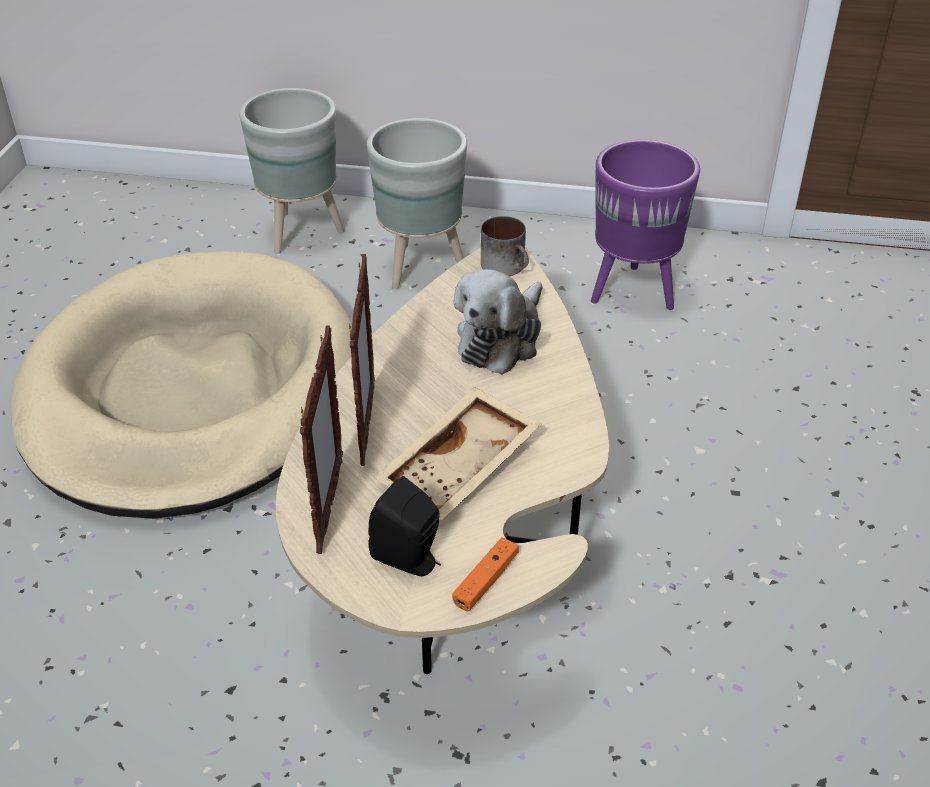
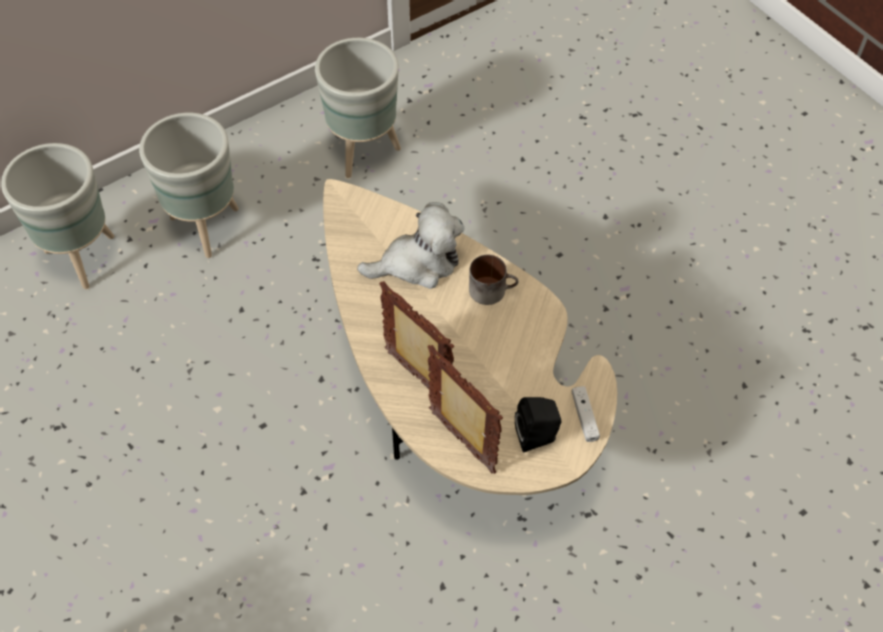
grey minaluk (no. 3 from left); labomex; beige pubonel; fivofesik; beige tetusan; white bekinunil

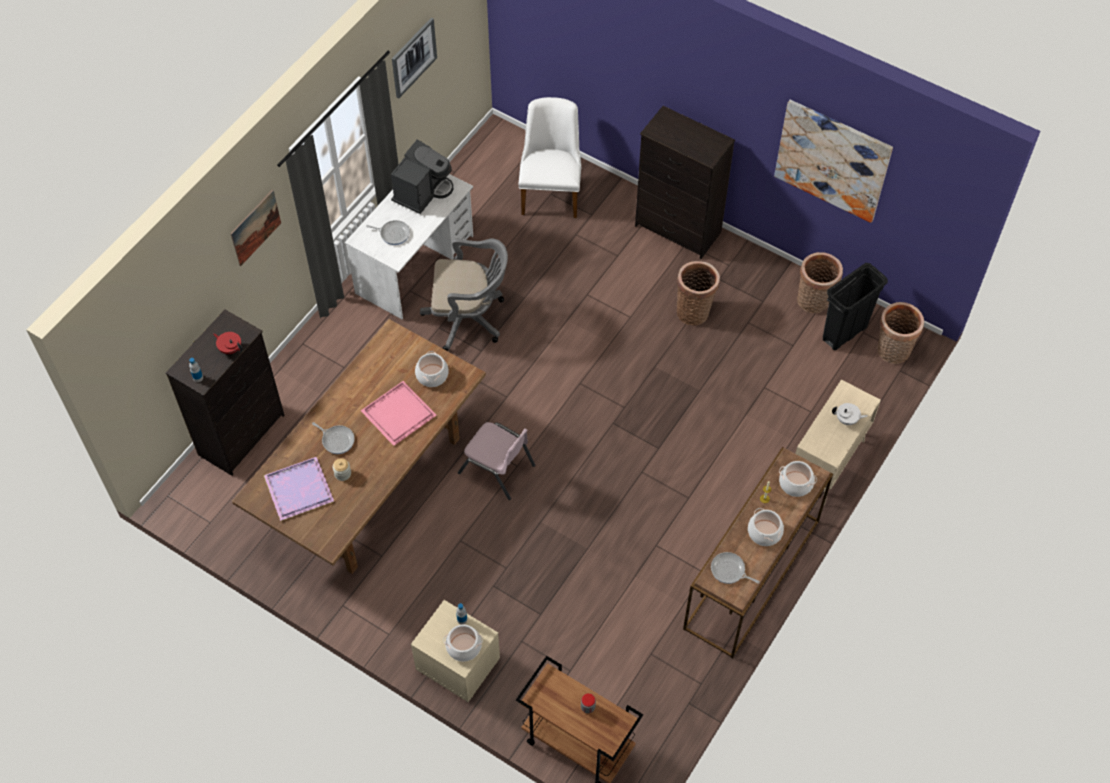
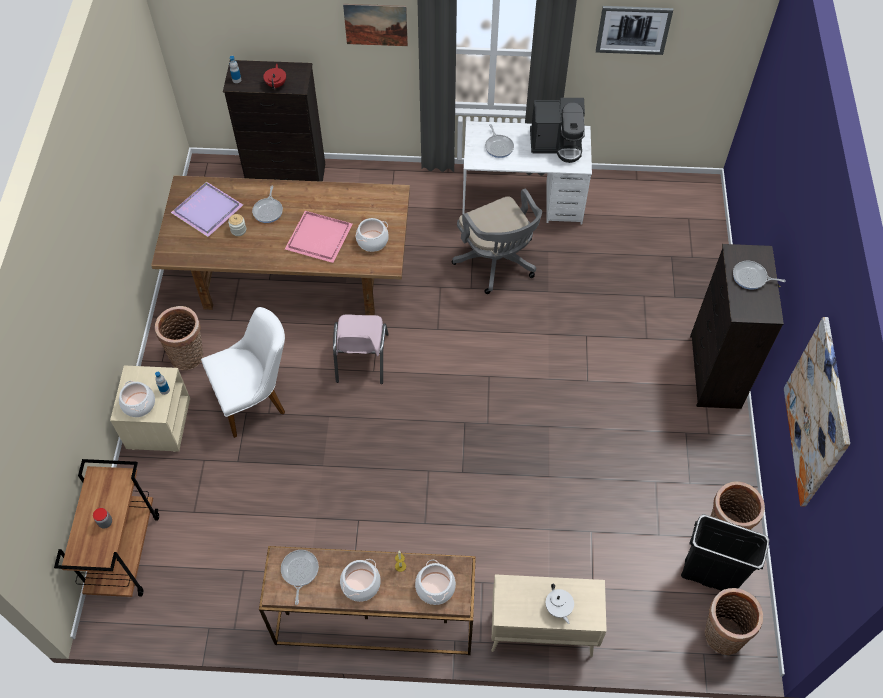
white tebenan; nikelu (no. 1 from left); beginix (no. 4 from left)

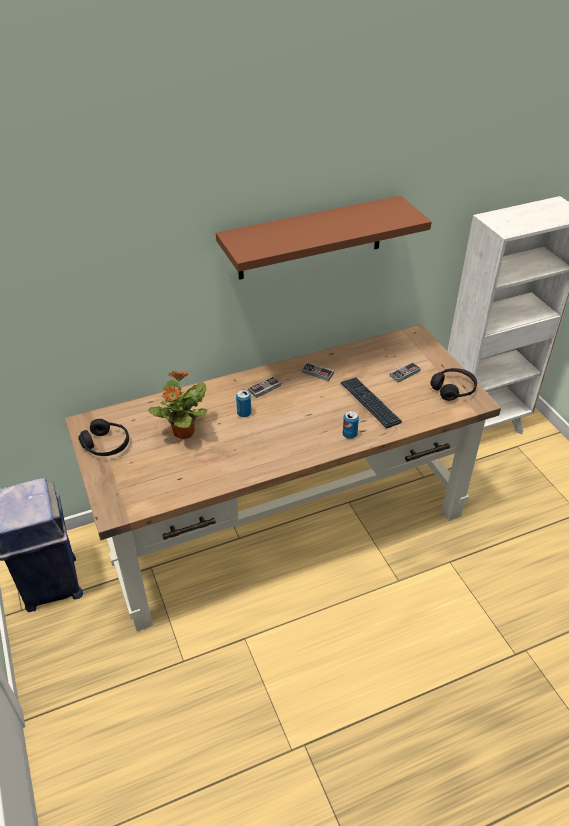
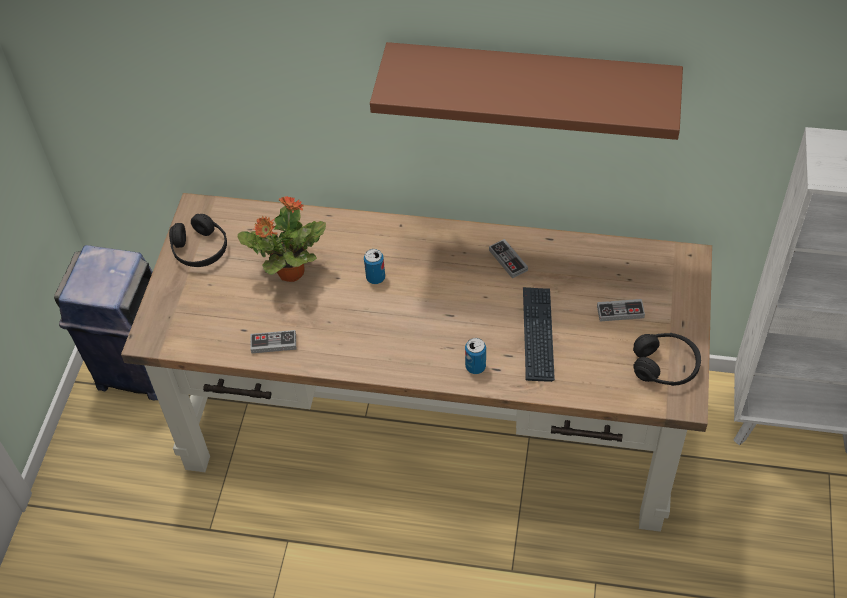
bekinunil (no. 1 from left)

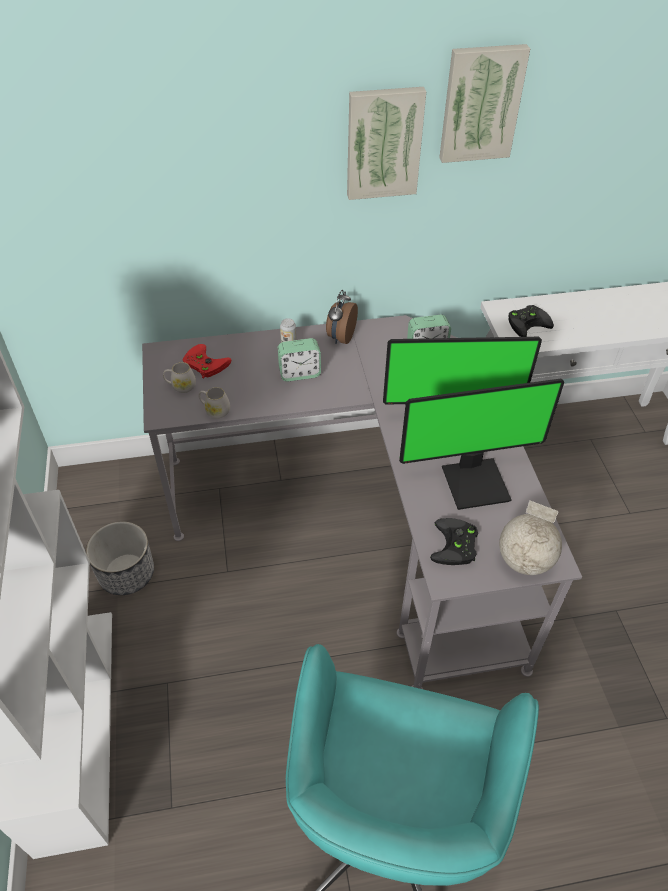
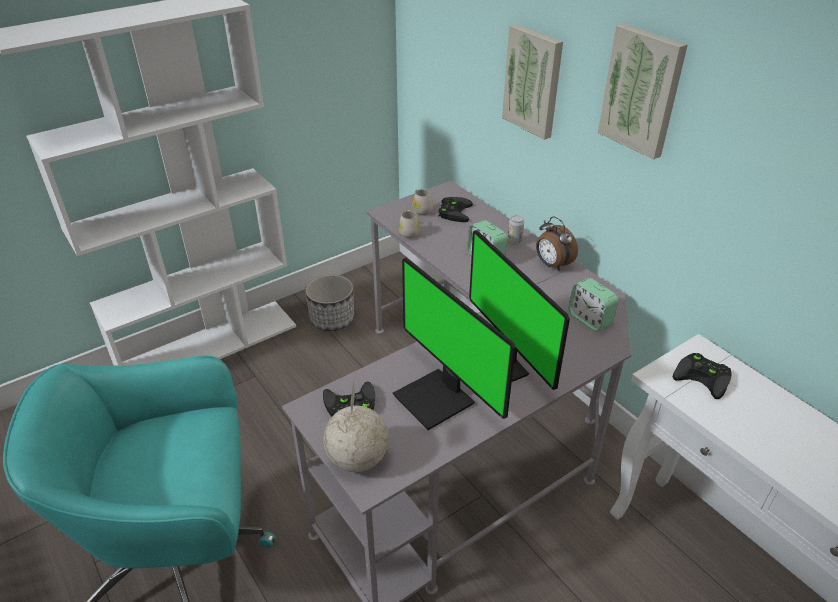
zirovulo (no. 1 from left); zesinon (no. 2 from left); black bekinunil (no. 2 from left)

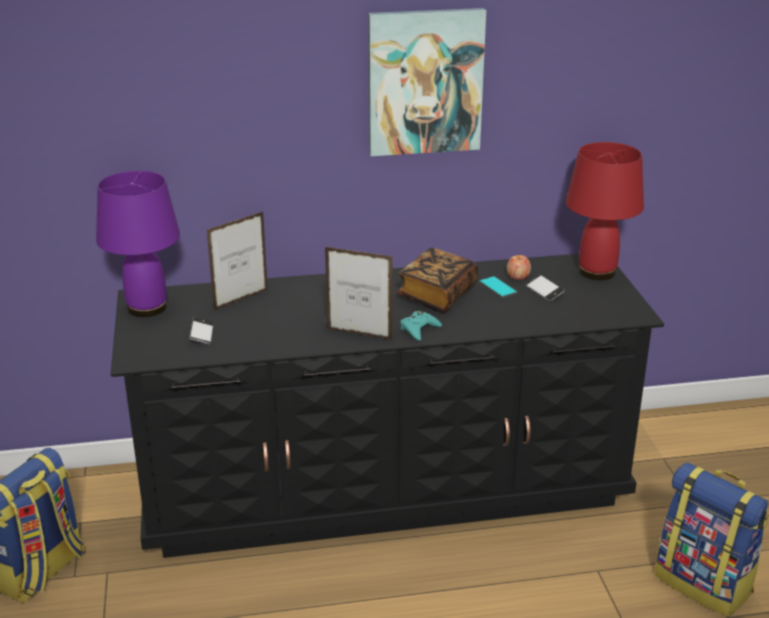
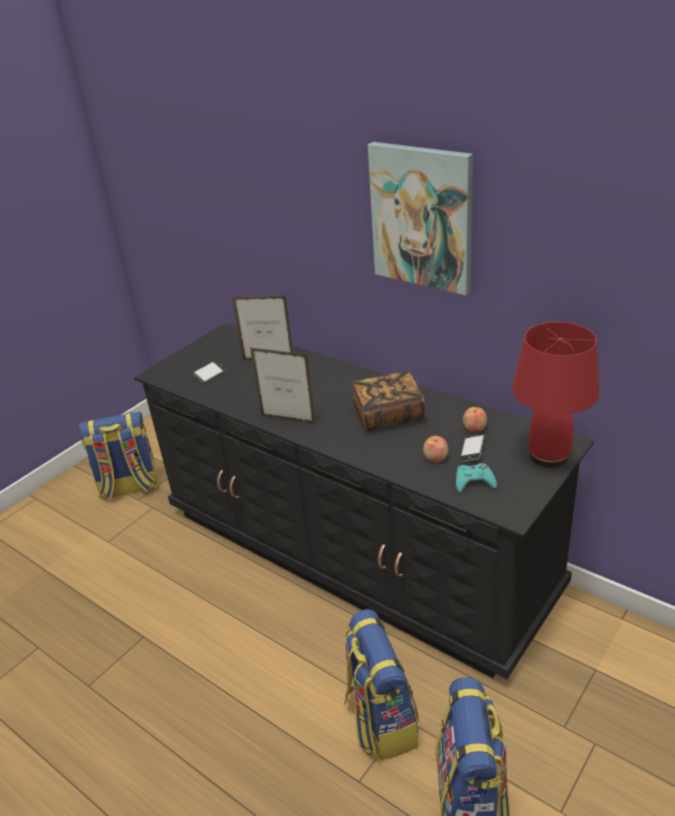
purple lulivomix; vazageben (no. 2 from left); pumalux (no. 2 from left in the first image); turquoise bekinunil; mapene (no. 1 from left); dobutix (no. 2 from left)

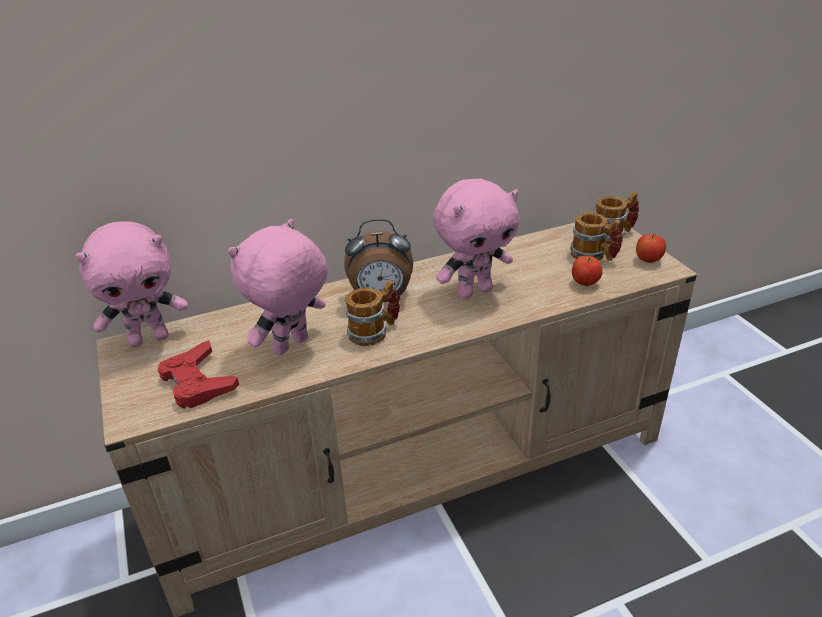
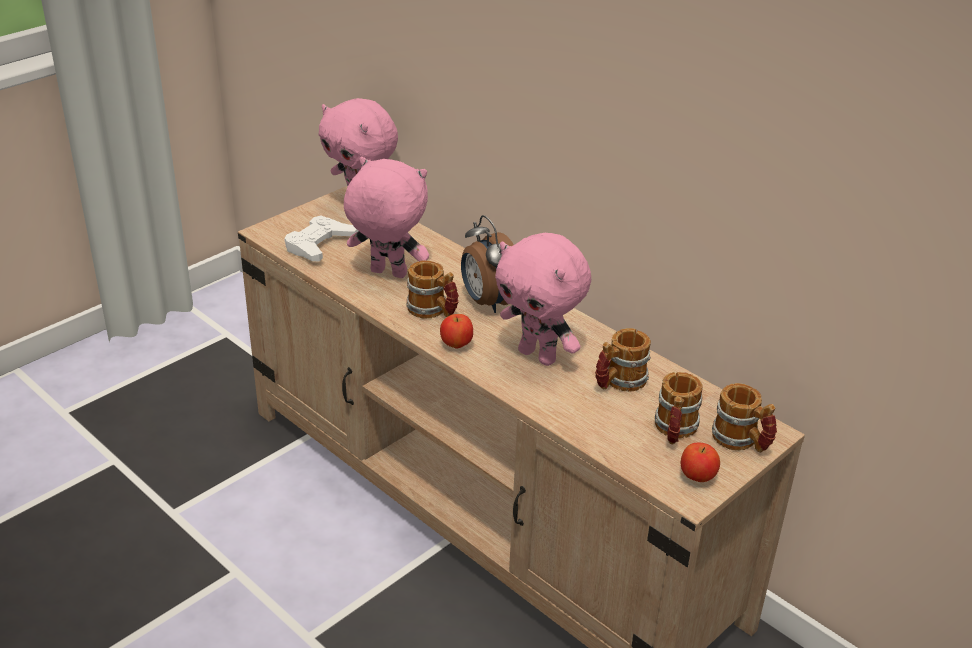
mapene (no. 1 from left); white bekinunil; labomex (no. 2 from left)

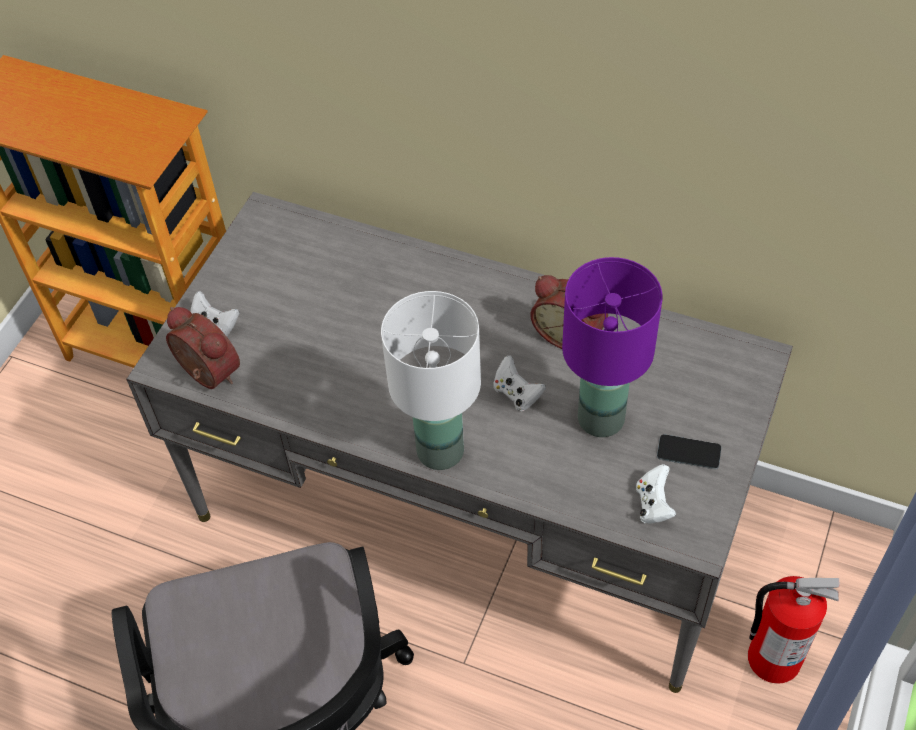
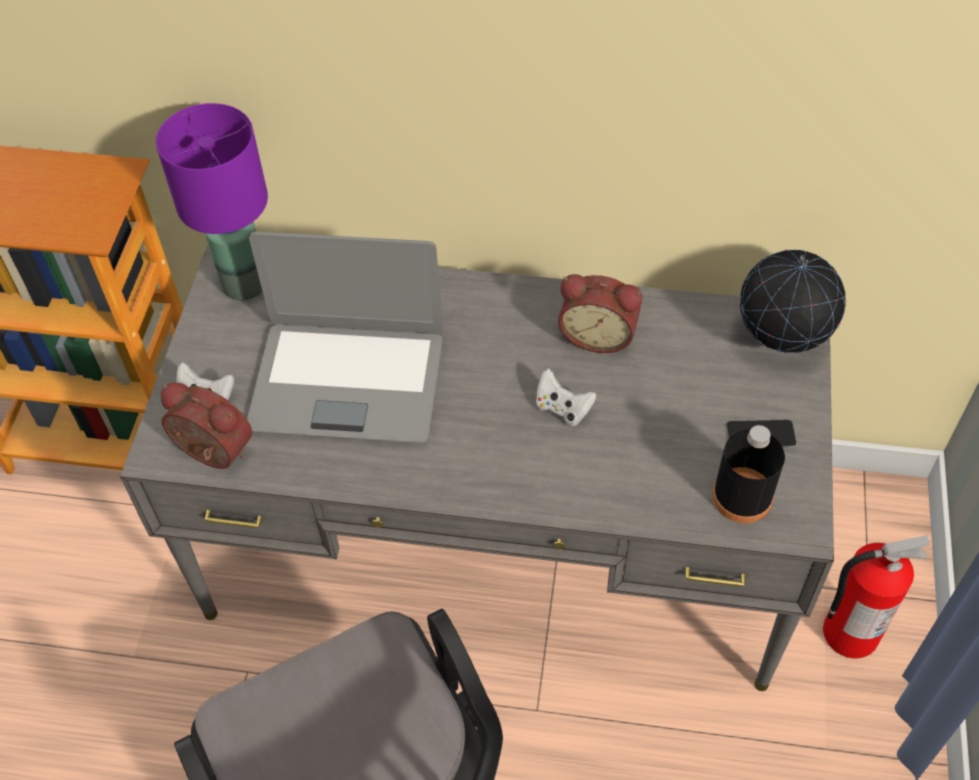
purple lulivomix; white lulivomix; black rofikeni; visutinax; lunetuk

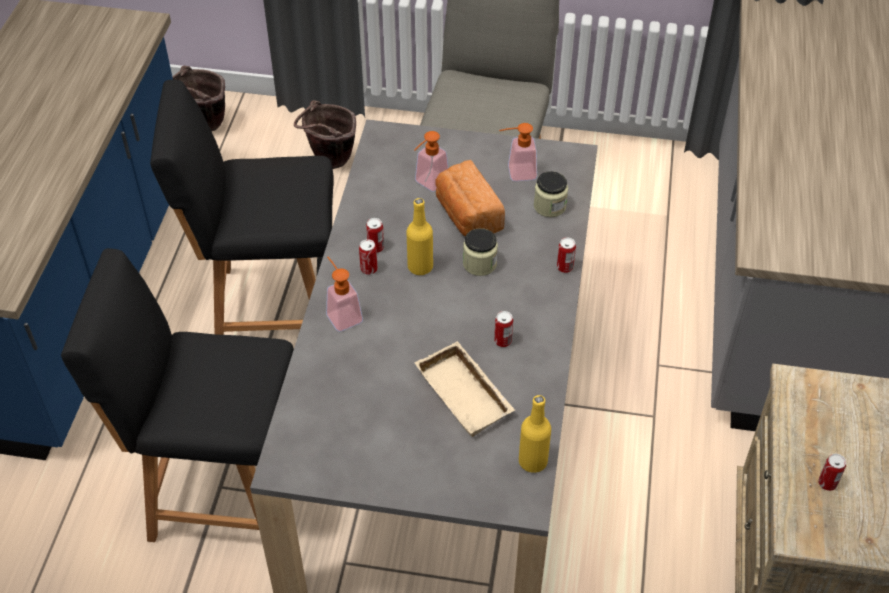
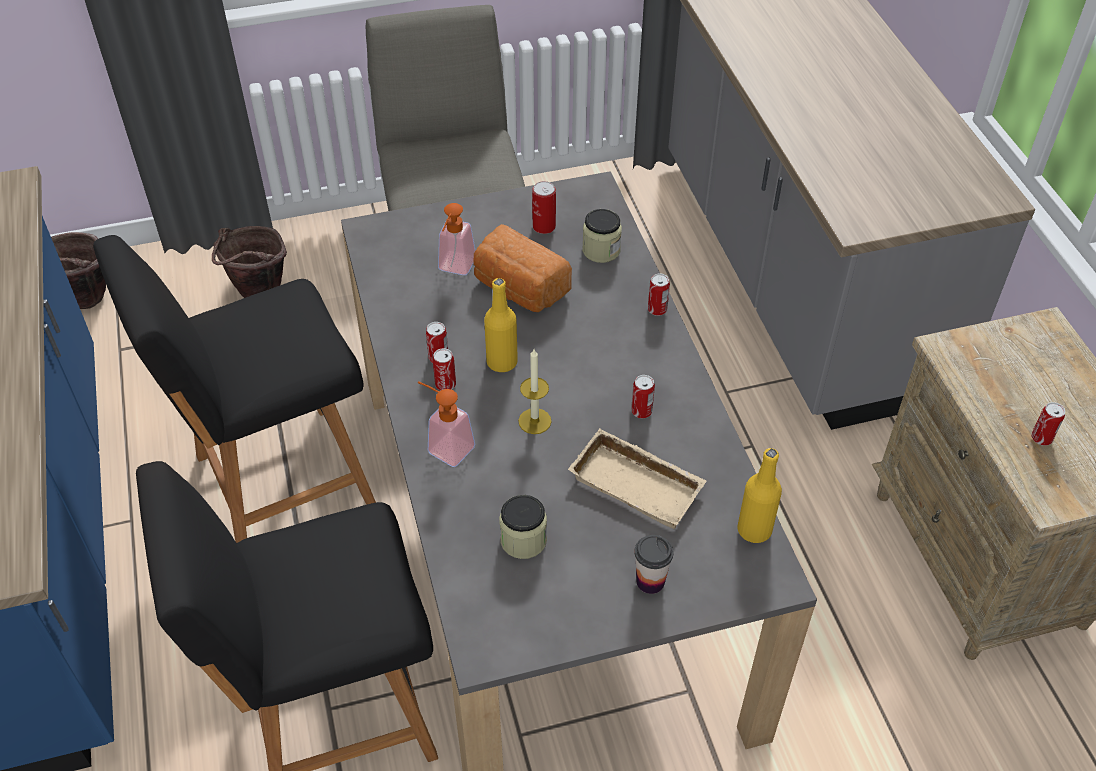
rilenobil (no. 3 from left); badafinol (no. 1 from left); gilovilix; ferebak

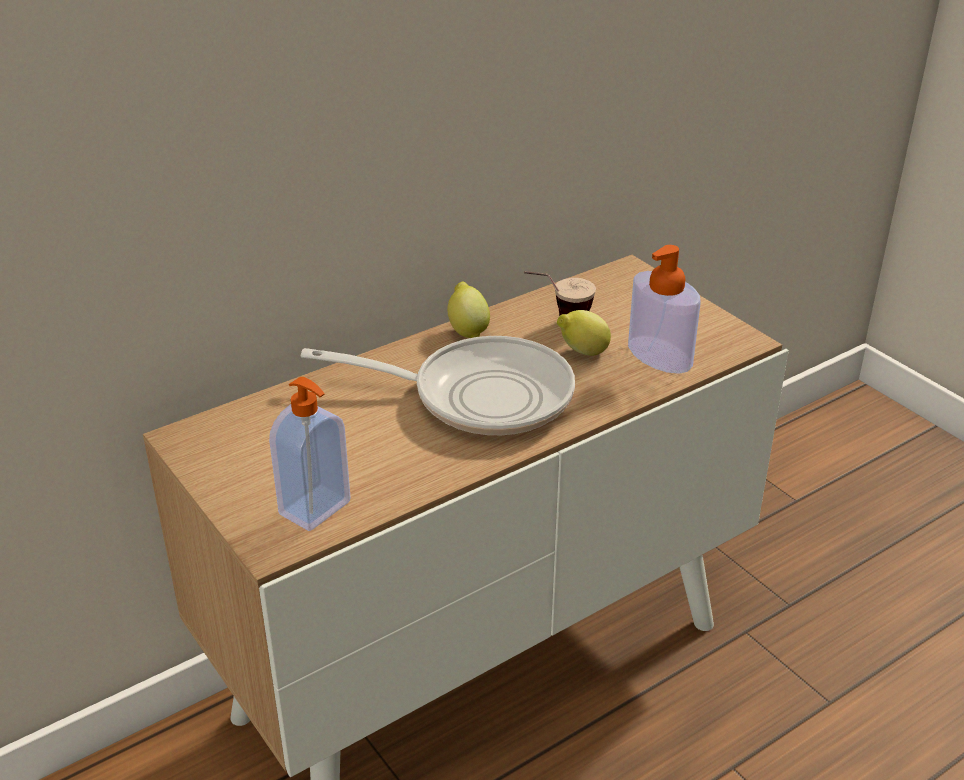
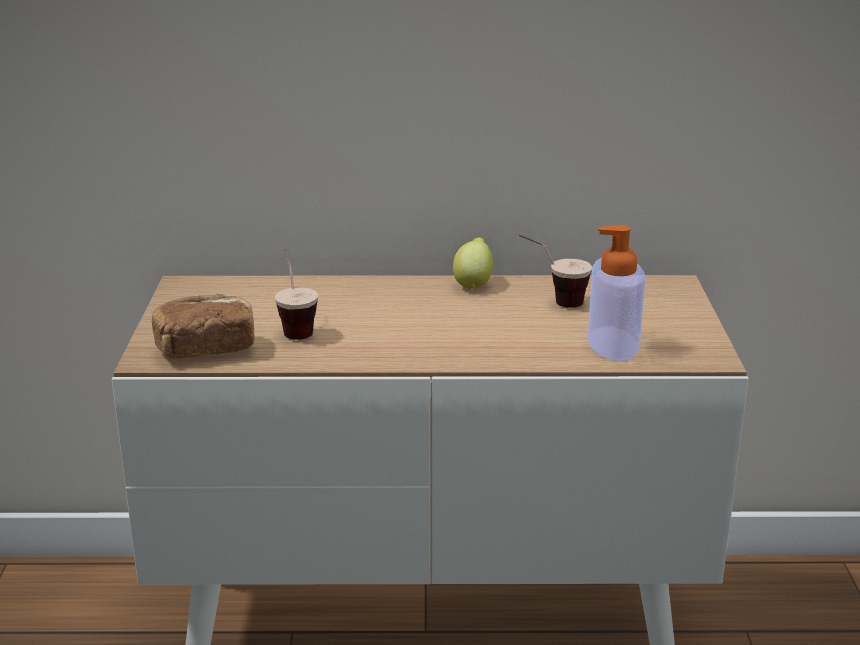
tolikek (no. 2 from left in the first image); beginix; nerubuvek; ferebak (no. 1 from left)

